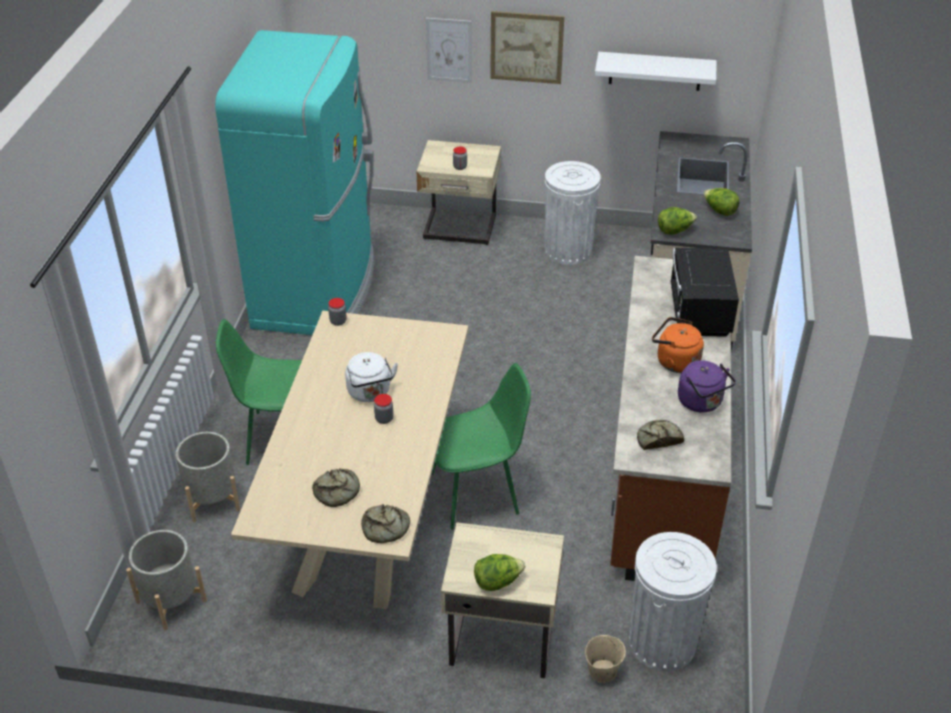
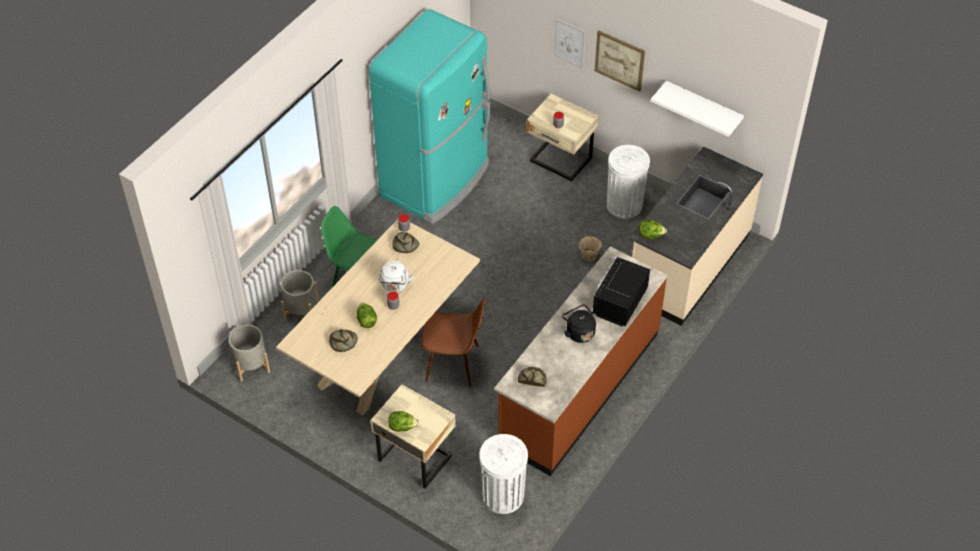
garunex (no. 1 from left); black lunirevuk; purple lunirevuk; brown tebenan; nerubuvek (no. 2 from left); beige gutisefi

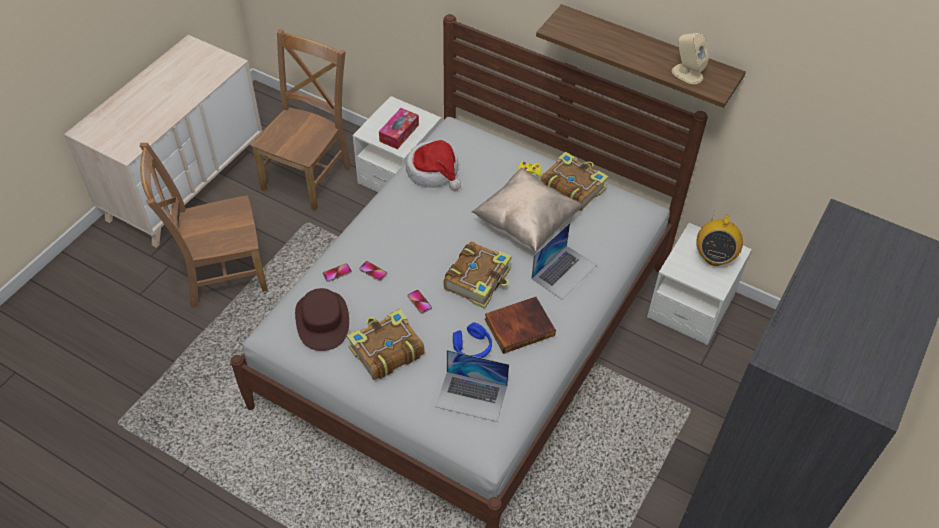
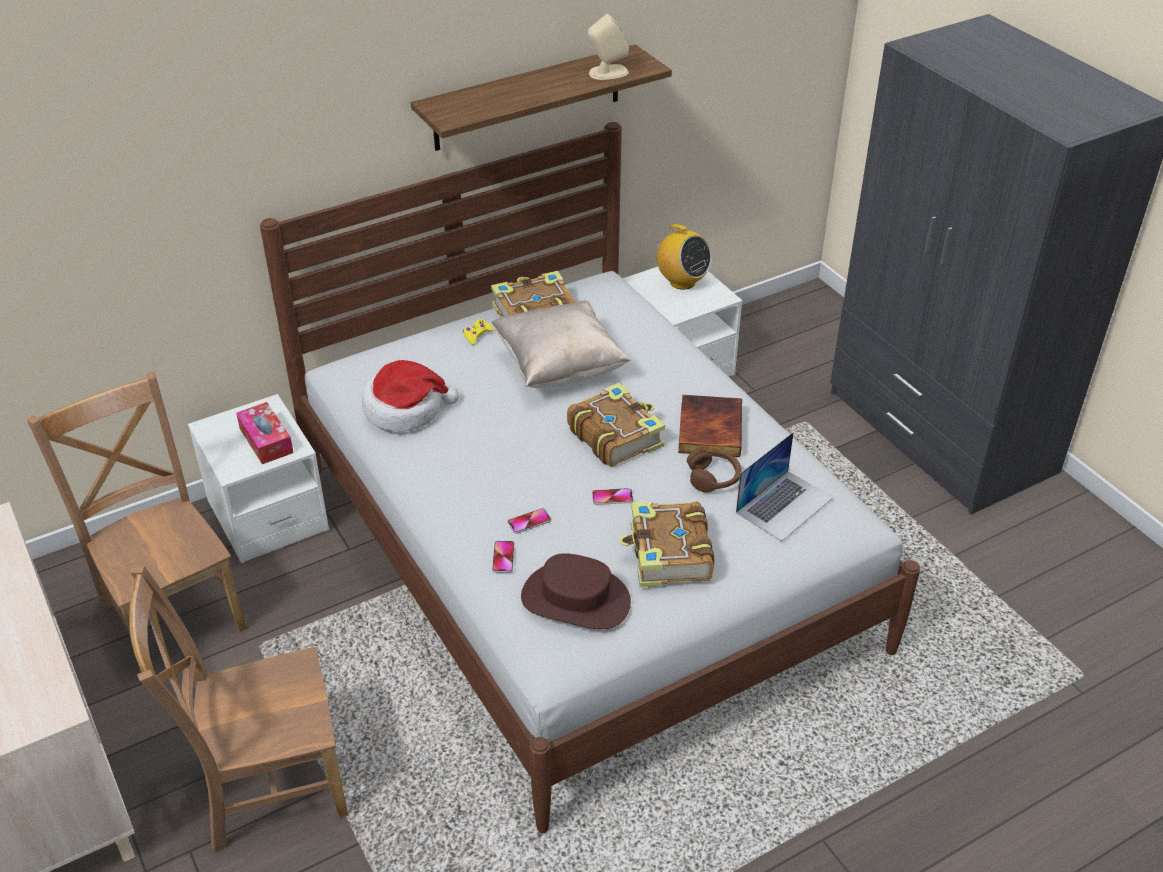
brown tebenan (no. 2 from left); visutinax (no. 2 from left in the first image); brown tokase

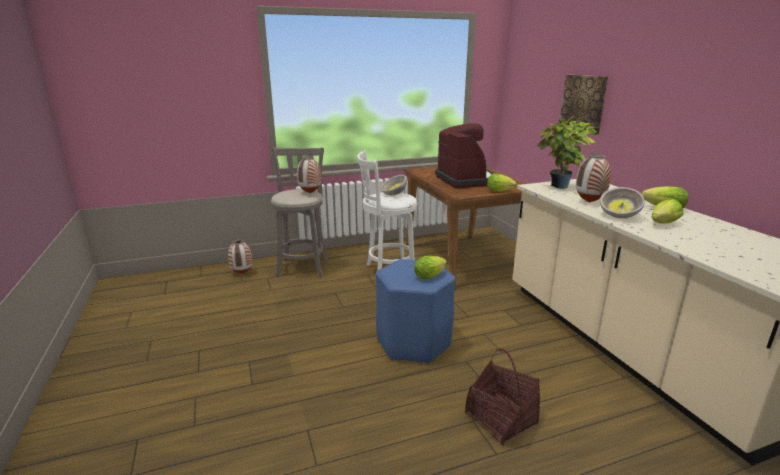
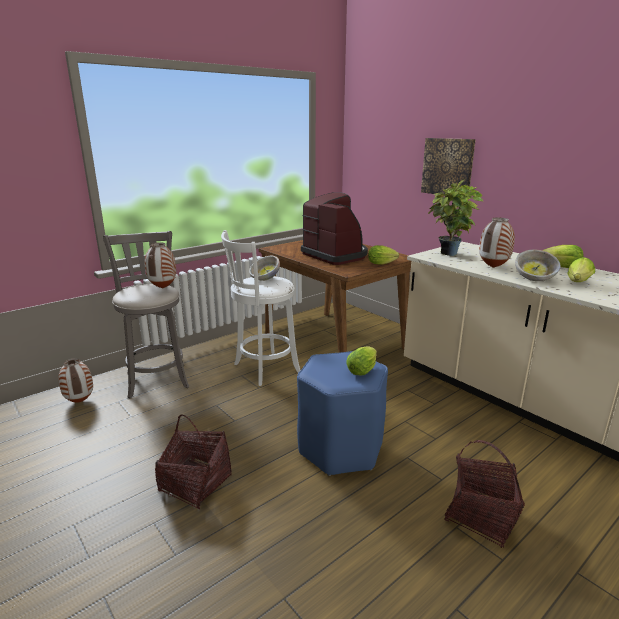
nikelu (no. 1 from left)

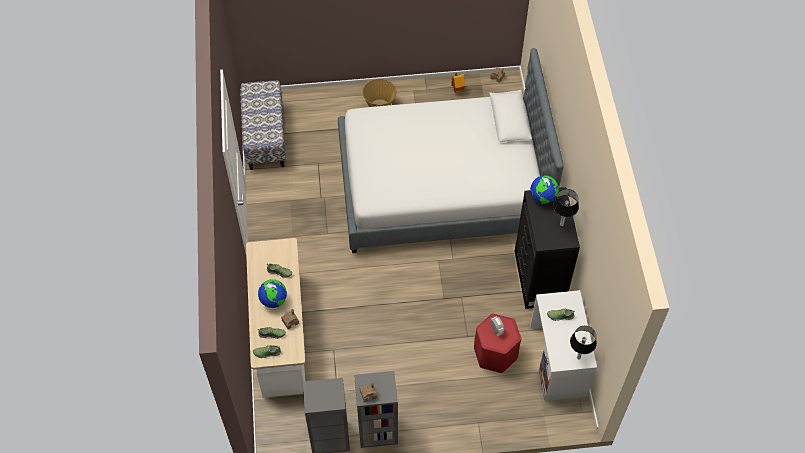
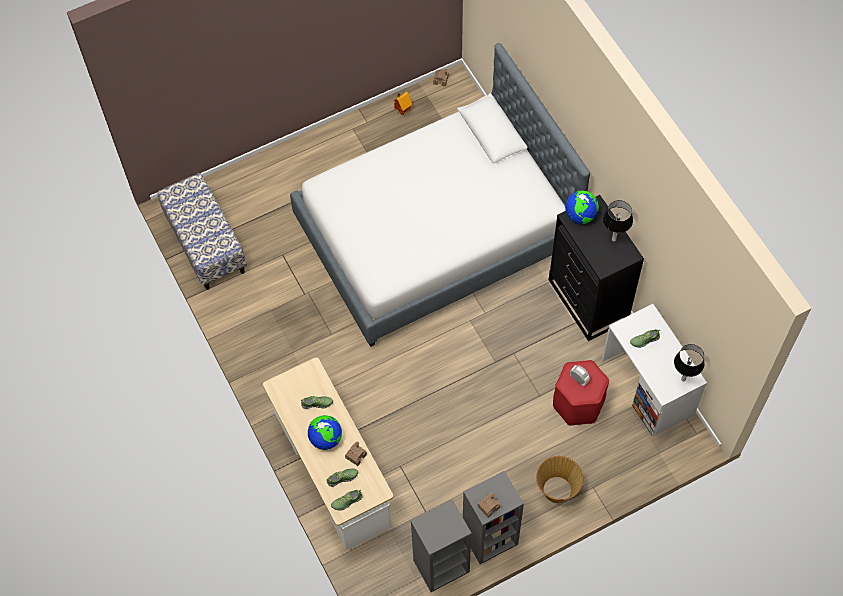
nikelu

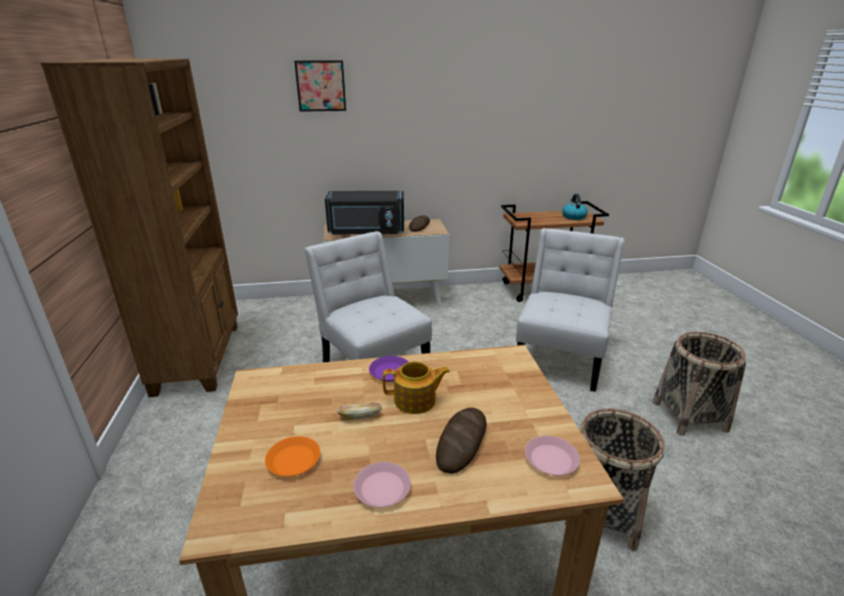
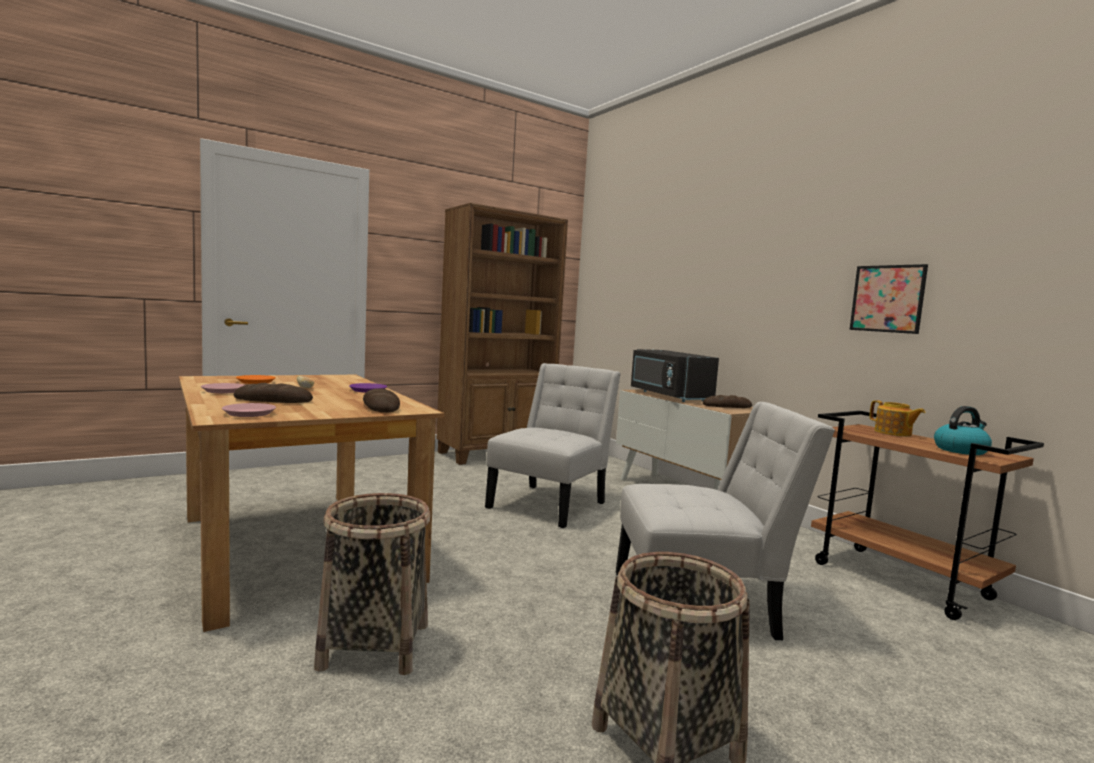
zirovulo; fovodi; nerubuvek (no. 3 from left)

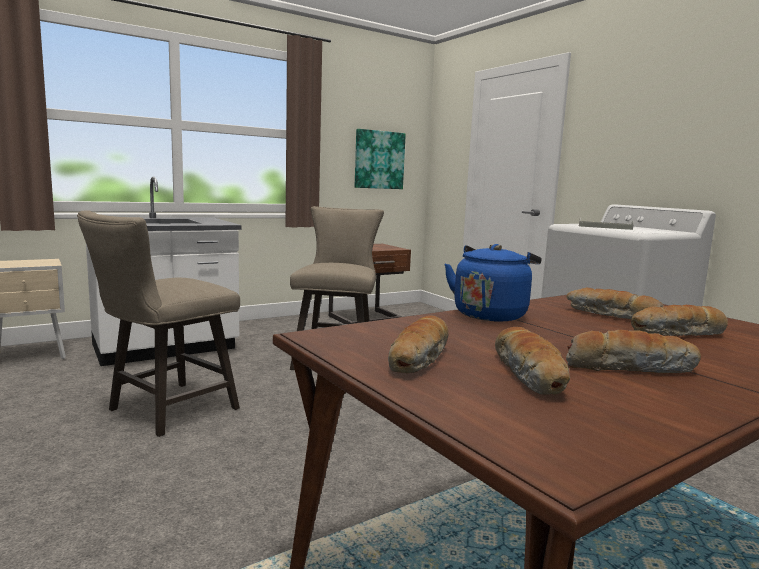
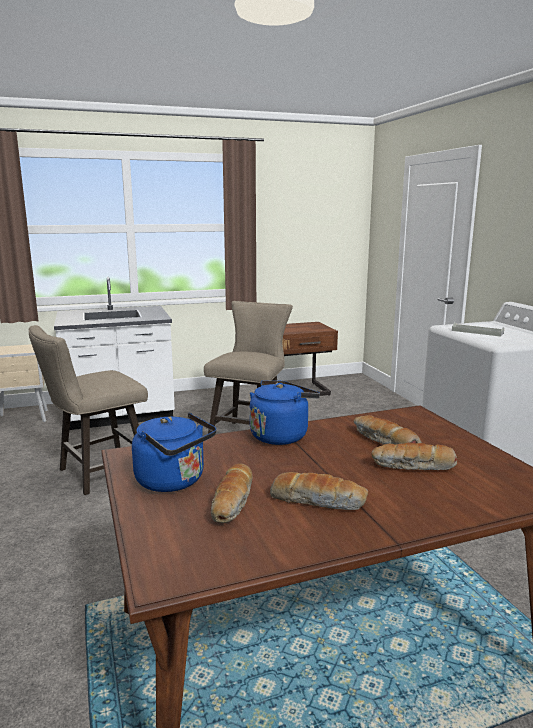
zirovulo; blue lunirevuk (no. 1 from left)

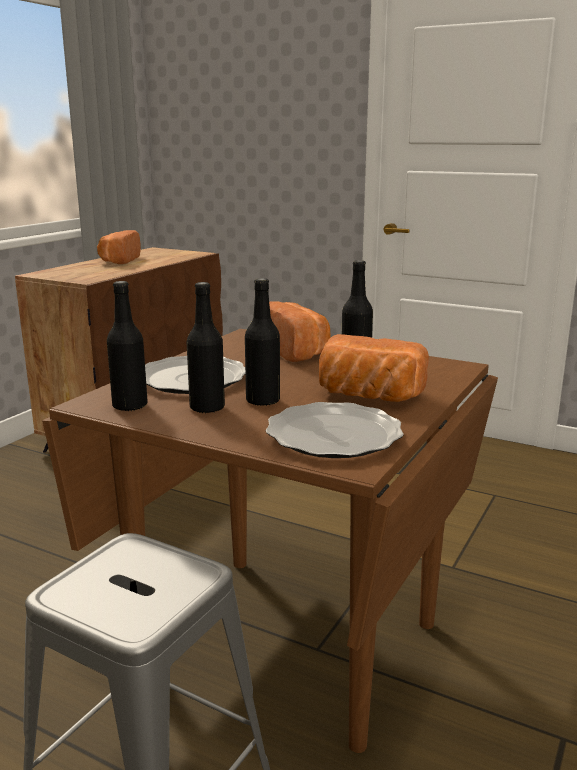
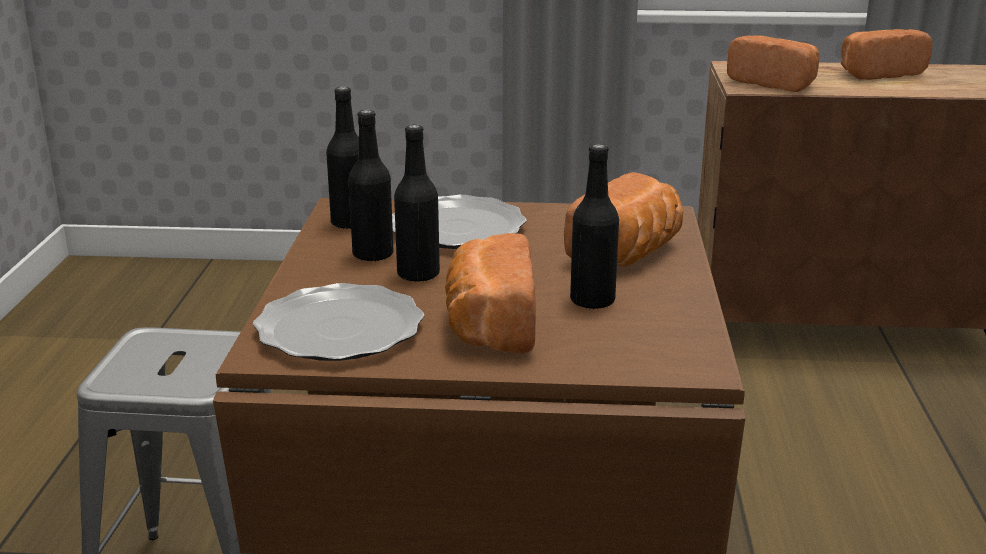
nerubuvek (no. 3 from left)

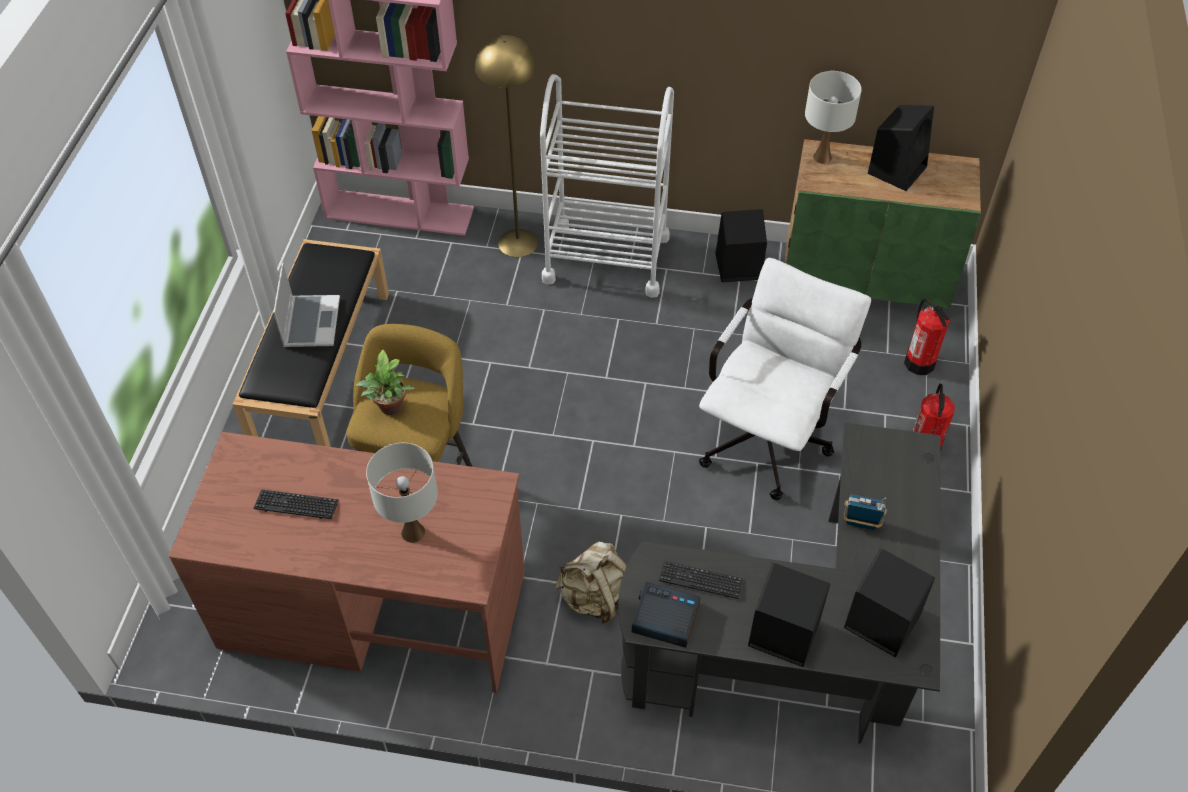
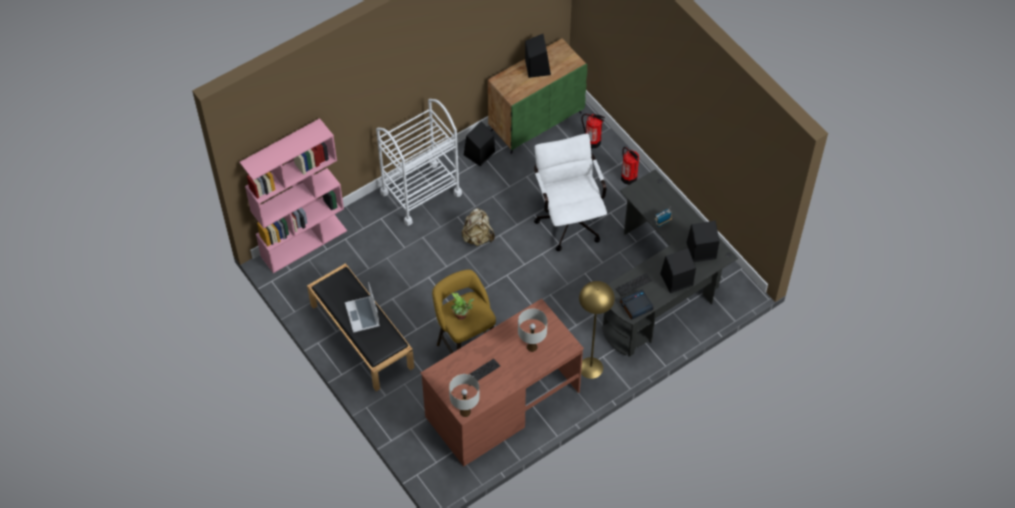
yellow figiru; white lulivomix (no. 1 from left); visutinax; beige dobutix

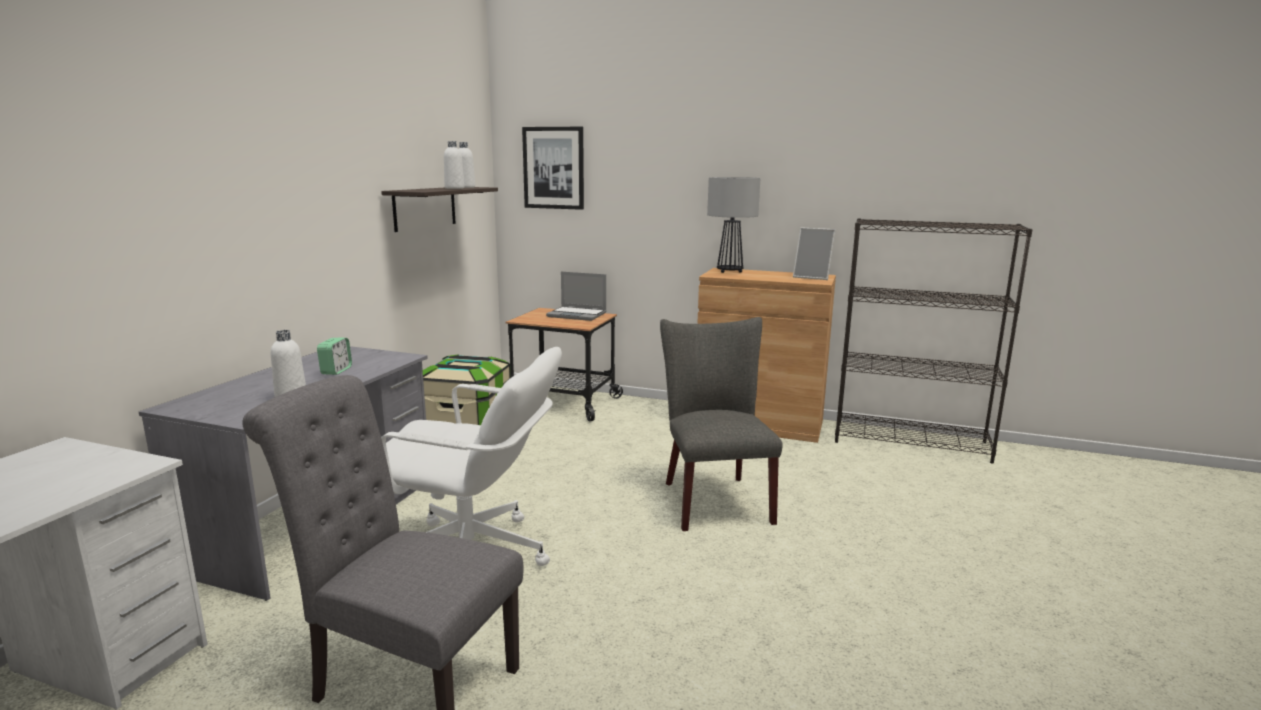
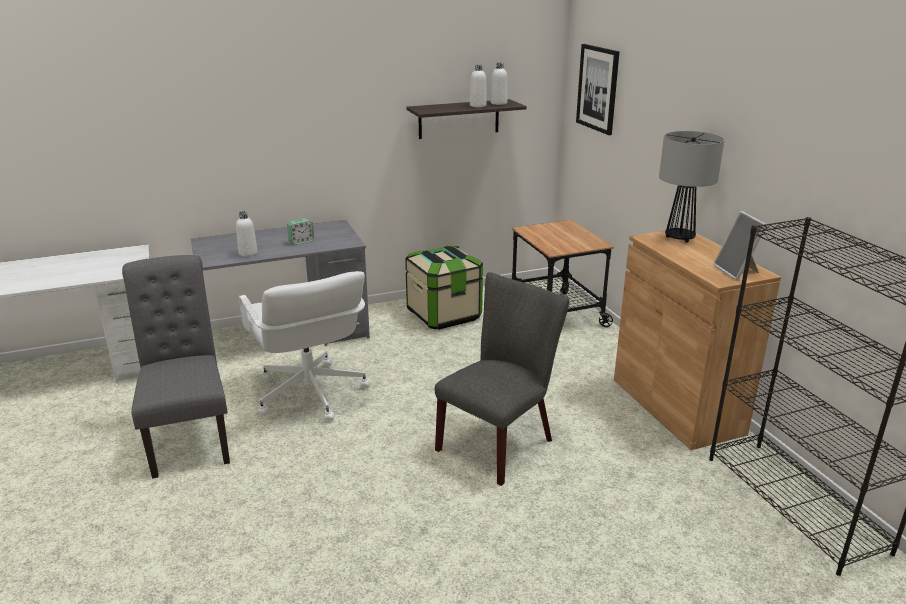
visutinax

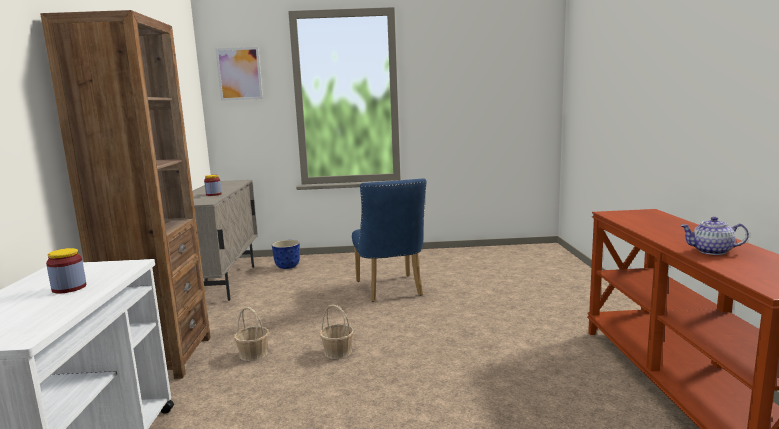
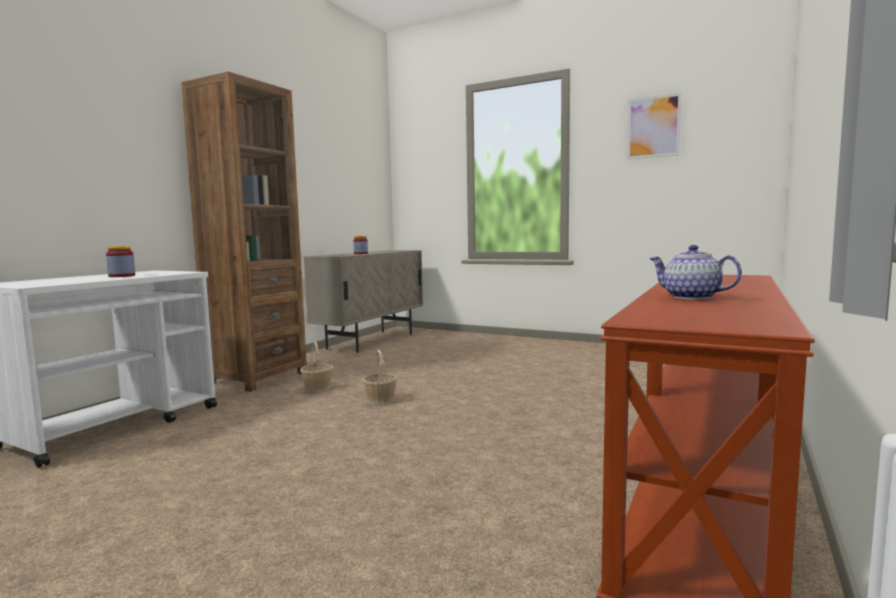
zirovulo; blue tebenan; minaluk

